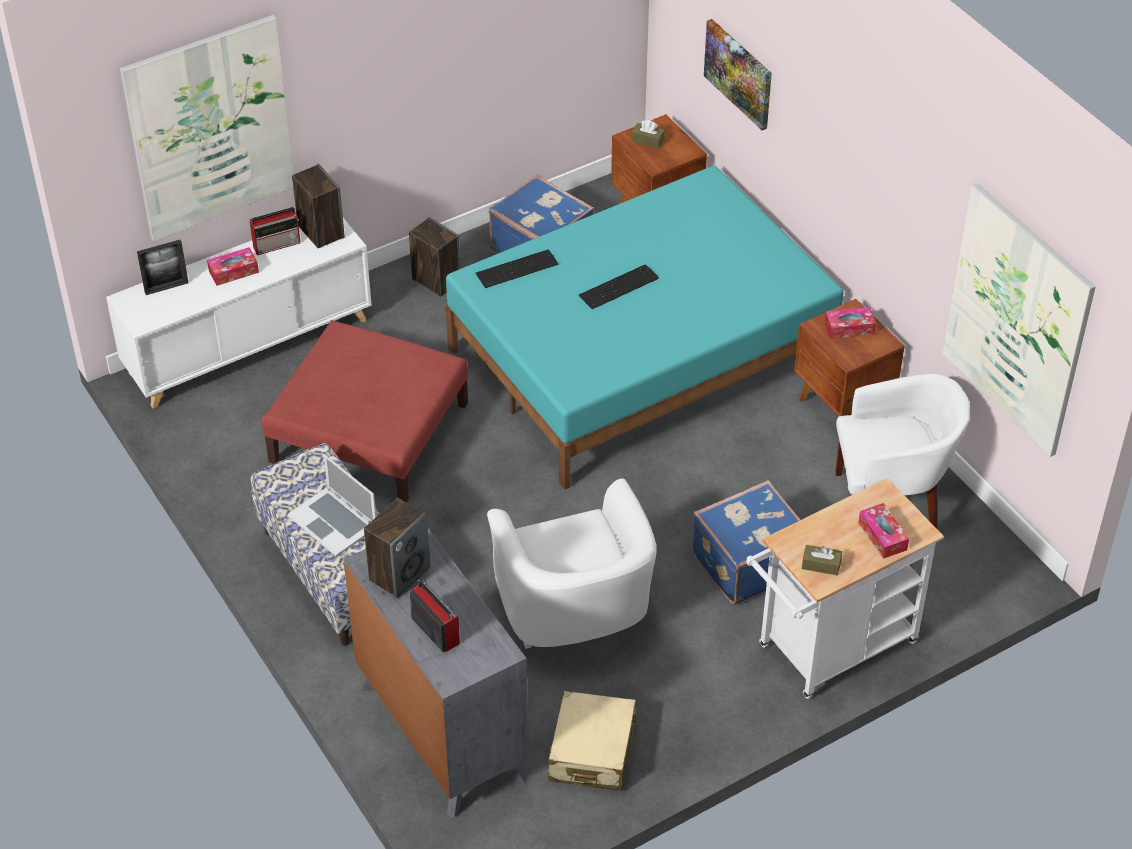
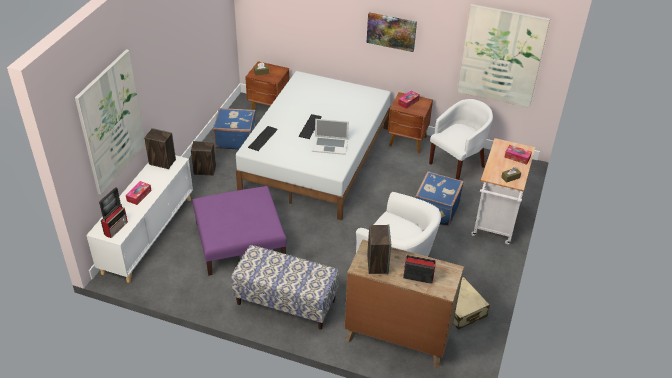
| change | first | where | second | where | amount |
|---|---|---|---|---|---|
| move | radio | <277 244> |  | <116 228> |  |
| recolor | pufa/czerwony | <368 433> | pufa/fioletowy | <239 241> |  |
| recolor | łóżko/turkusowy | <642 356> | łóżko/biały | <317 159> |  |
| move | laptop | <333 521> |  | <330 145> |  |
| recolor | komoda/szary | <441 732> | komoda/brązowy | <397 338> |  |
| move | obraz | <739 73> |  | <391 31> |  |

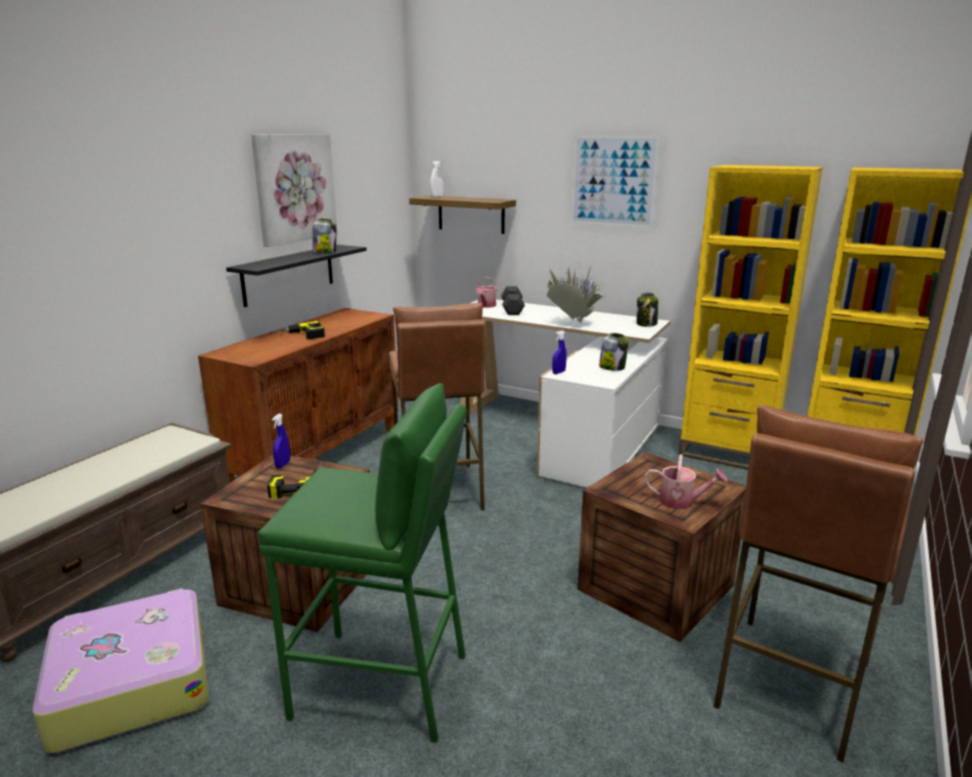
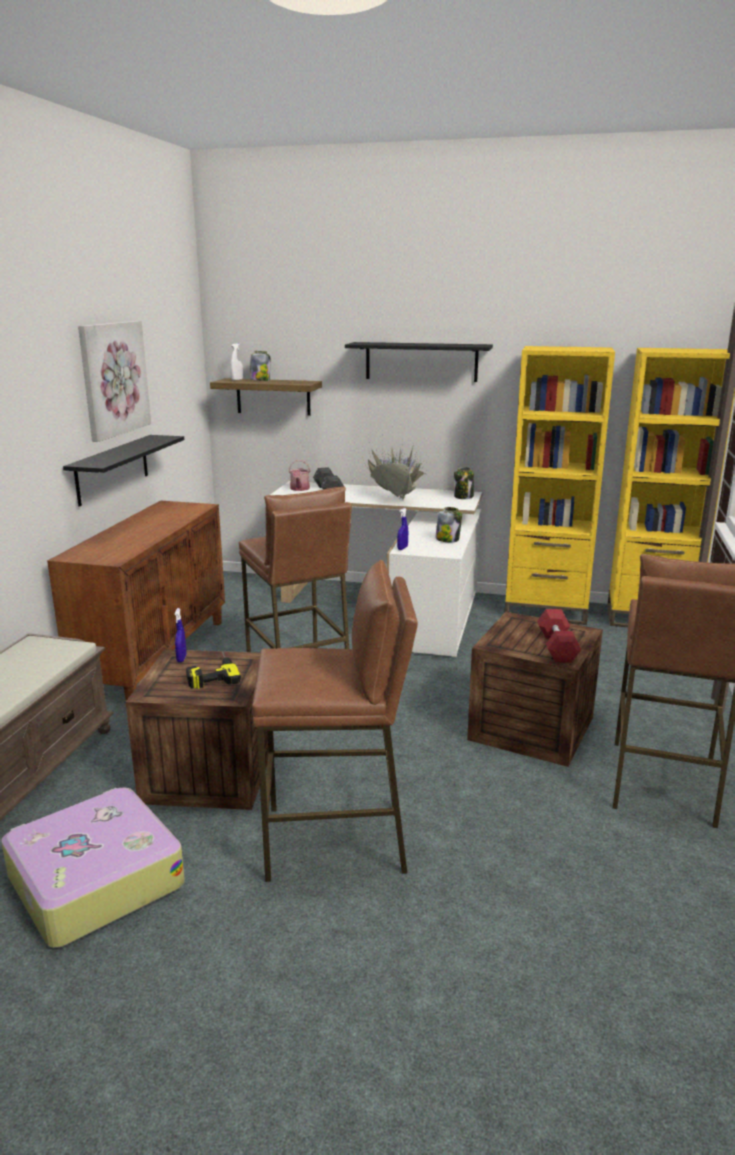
| change | first | where | second | where | amount |
|---|---|---|---|---|---|
| move | słoik | <325 252> |  | <260 380> |  |
| recolor | stołek/zielony | <381 685> | stołek/brązowy | <336 841> |  |
| replace | obraz | <613 181> | półka/czarny | <421 361> |  |
| replace | konewka | <681 501> | hantel/czerwony | <557 647> |  |
| delete | wiertarka | <300 336> |  |  |  |

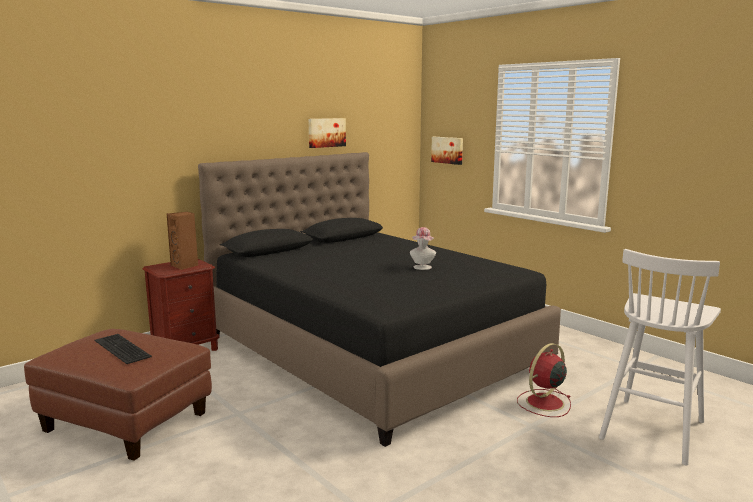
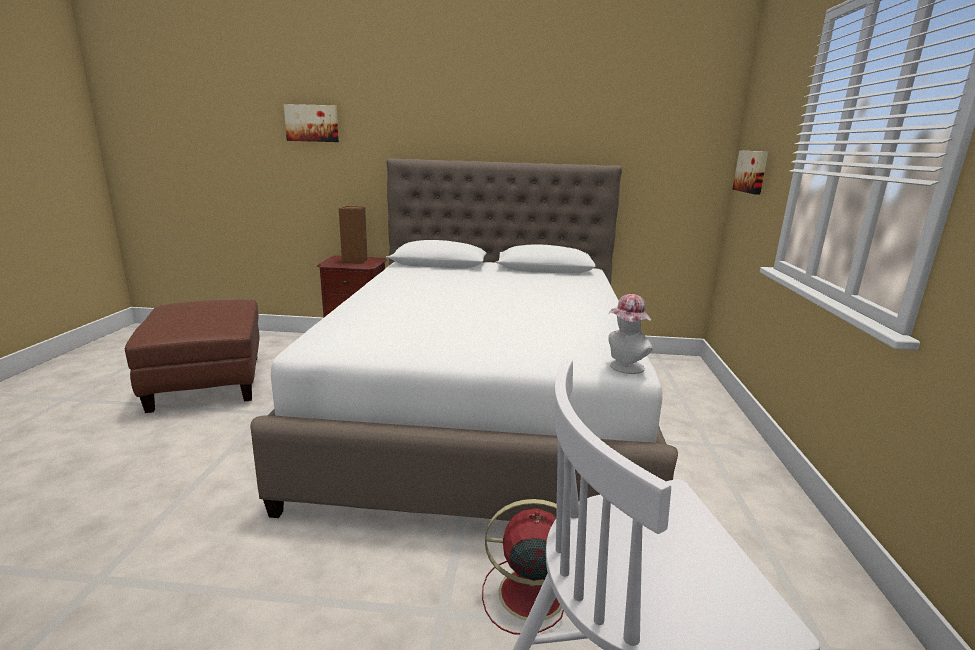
| change | first | where | second | where | amount |
|---|---|---|---|---|---|
| recolor | łóżko/czarny | <371 350> | łóżko/biały | <483 410> |  |
| move | obraz | <326 132> |  | <312 123> |  |
| move | kapelusz | <422 268> |  | <624 368> |  |
| delete | klawiatura | <120 348> |  |  |  |

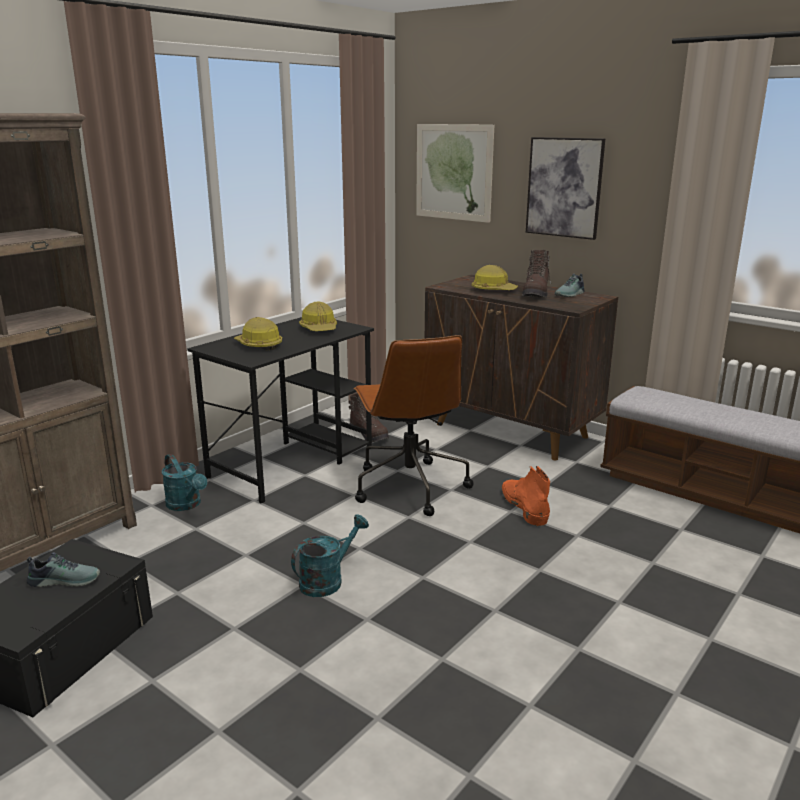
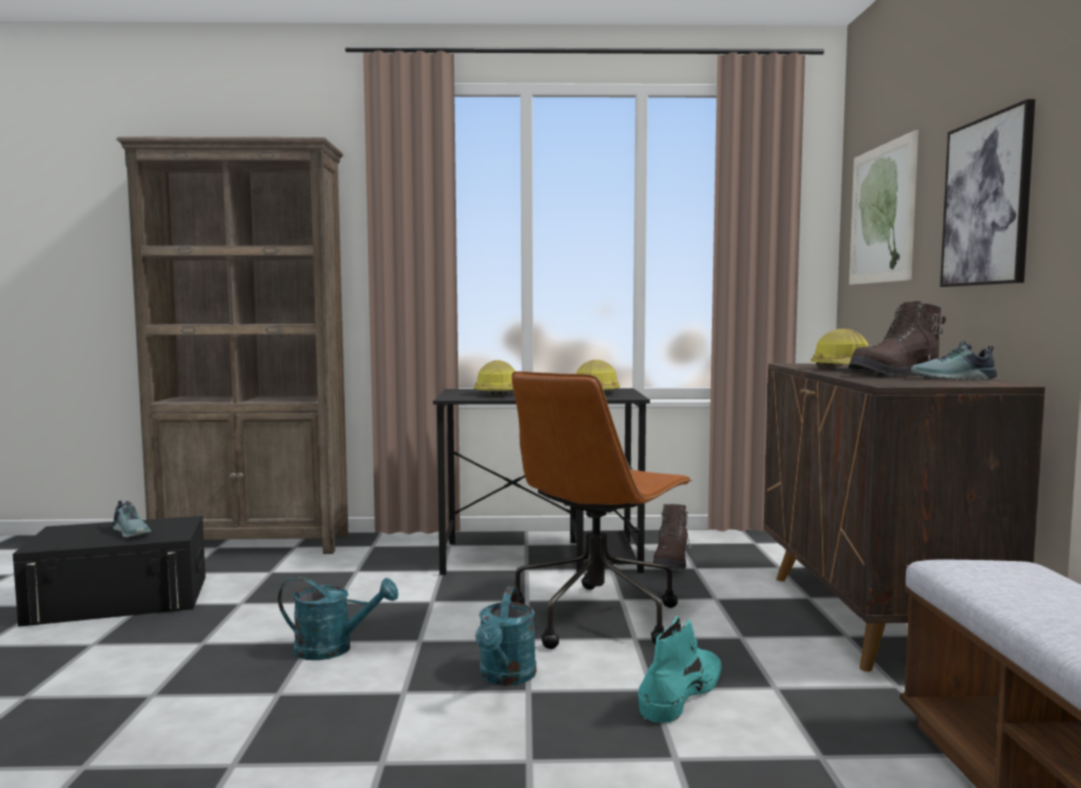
| change | first | where | second | where | amount |
|---|---|---|---|---|---|
| move | konewka/turkusowy | <186 505> |  | <505 677> |  |
| recolor | but z cholewką/pomarańczowy | <523 506> | but z cholewką/turkusowy | <682 693> |  |

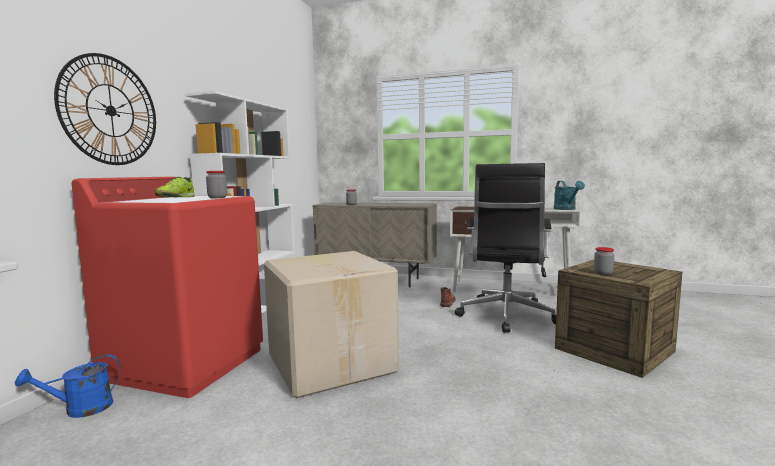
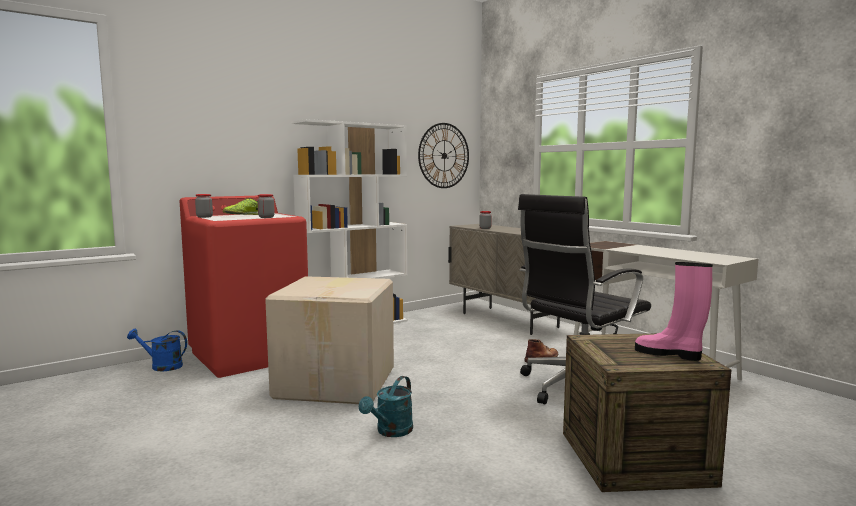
| change | first | where | second | where | amount |
|---|---|---|---|---|---|
| move | słoik | <603 273> |  | <204 217> |  |
| move | konewka/turkusowy | <566 209> |  | <391 432> |  |
| move | zegar ścienny | <110 111> |  | <444 155> |  |
| insert |  |  | but z cholewką/różowy | <669 354> |  |

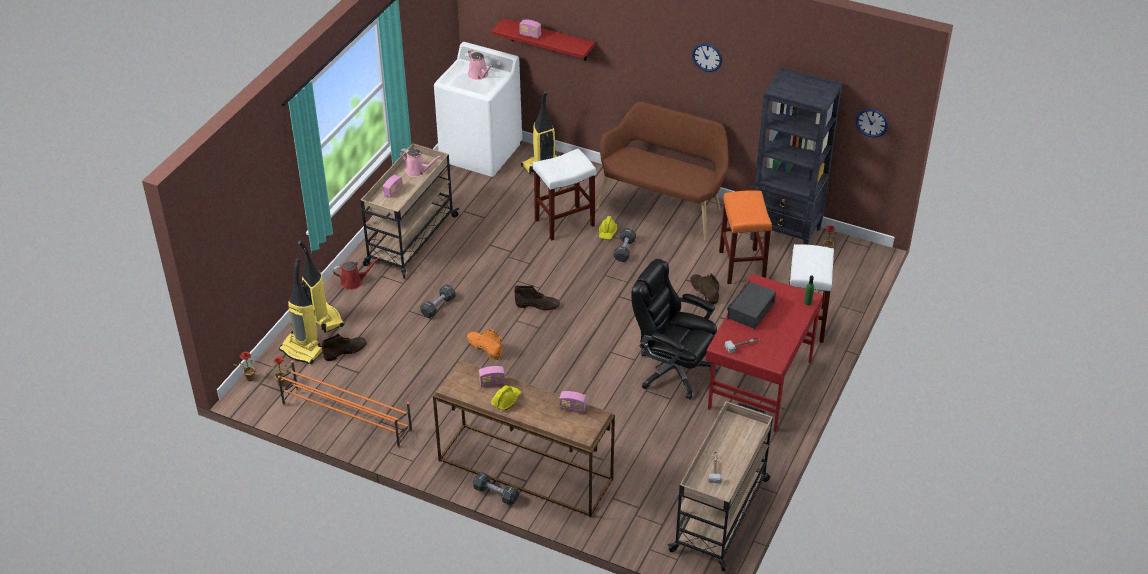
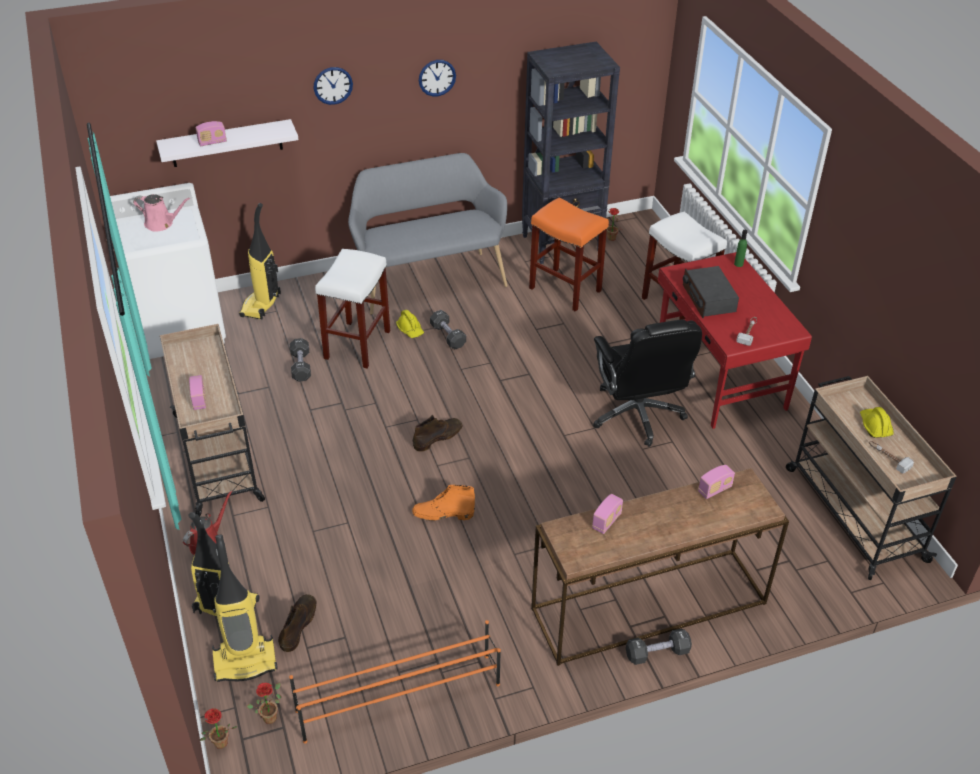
| change | first | where | second | where | amount |
|---|---|---|---|---|---|
| recolor | półka/czerwony | <548 40> | półka/biały | <226 143> |  |
| move | hantel/czarny | <438 306> |  | <301 366> |  |
| move | zegar ścienny | <871 122> |  | <333 85> |  |
| recolor | ławka/brązowy | <662 207> | ławka/szary | <428 279> |  |
| rotate | krzesło biurowe/czarny | <672 370> |  | <637 415> | 90 degrees counterclockwise |
| move | kask/żółty | <506 400> |  | <874 426> |  |
| delete | konewka/różowy | <418 171> |  |  |  |
| delete | but z cholewką/brązowy | <703 291> |  |  |  |

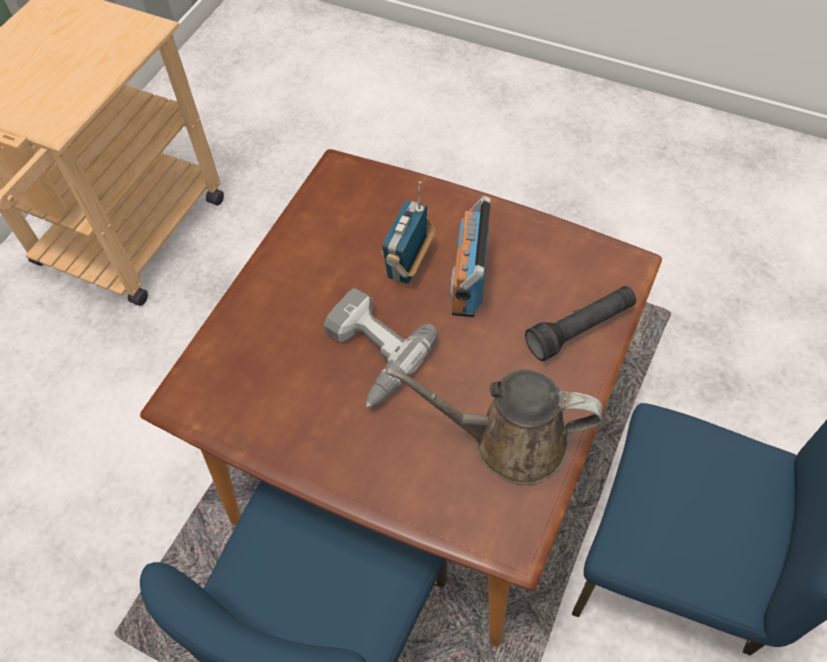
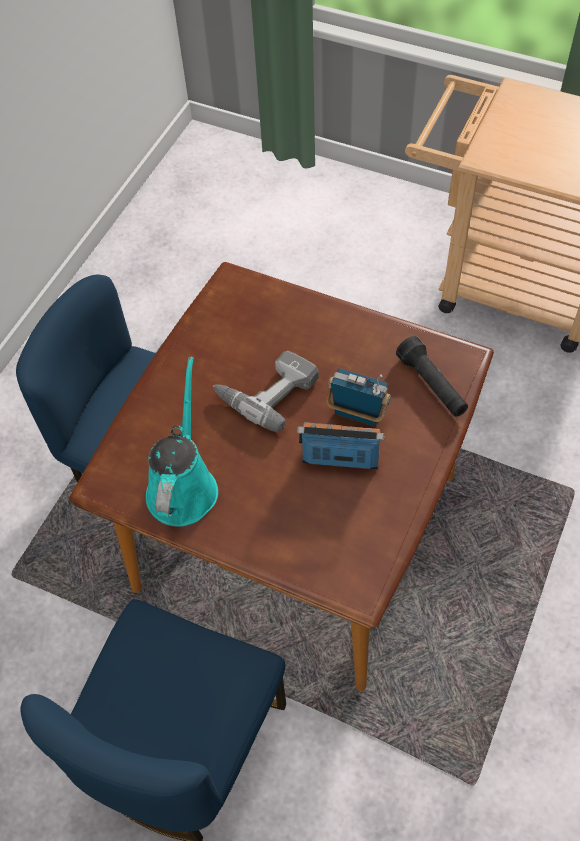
| change | first | where | second | where | amount |
|---|---|---|---|---|---|
| recolor | konewka/brązowy | <509 441> | konewka/turkusowy | <183 486> |  |
| move | latarka/czarny | <580 329> |  | <432 385> |  |

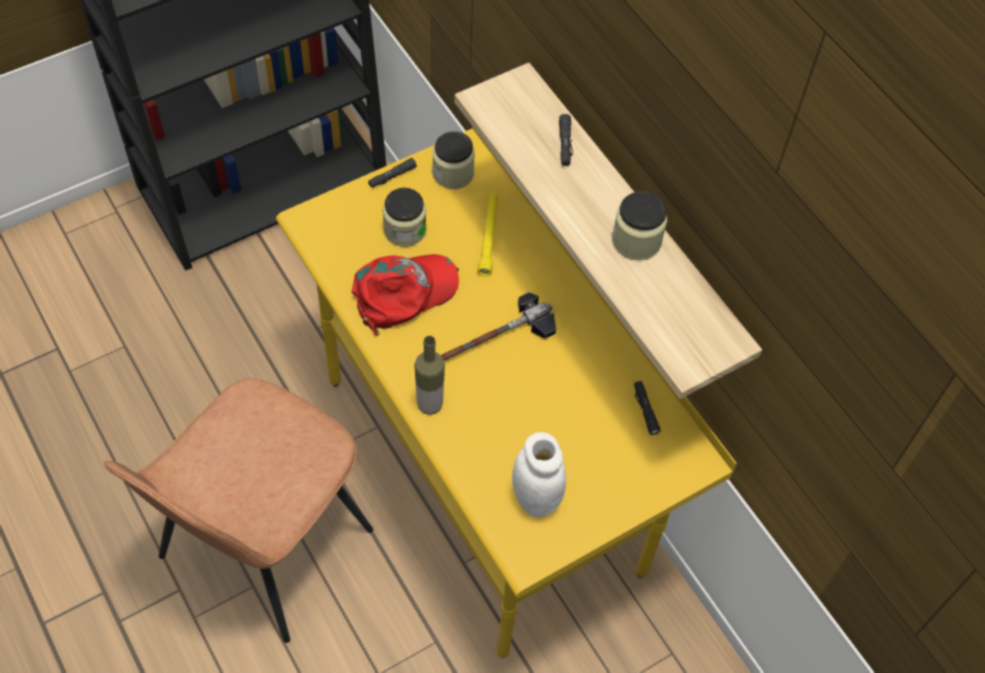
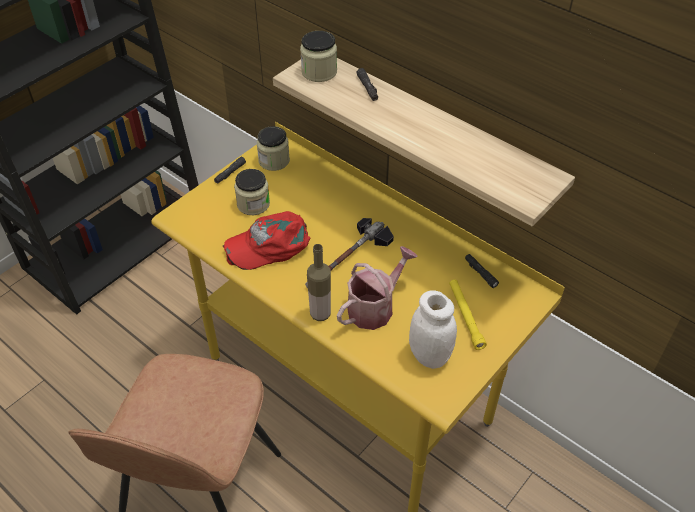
| change | first | where | second | where | amount |
|---|---|---|---|---|---|
| rotate | czapka z daszkiem/czerwony | <404 293> |  | <269 244> | 150 degrees counterclockwise |
| move | słoik | <636 241> |  | <319 72> |  |
| insert |  |  | konewka | <375 307> |  |
| move | latarka/żółty | <488 237> |  | <465 316> |  |

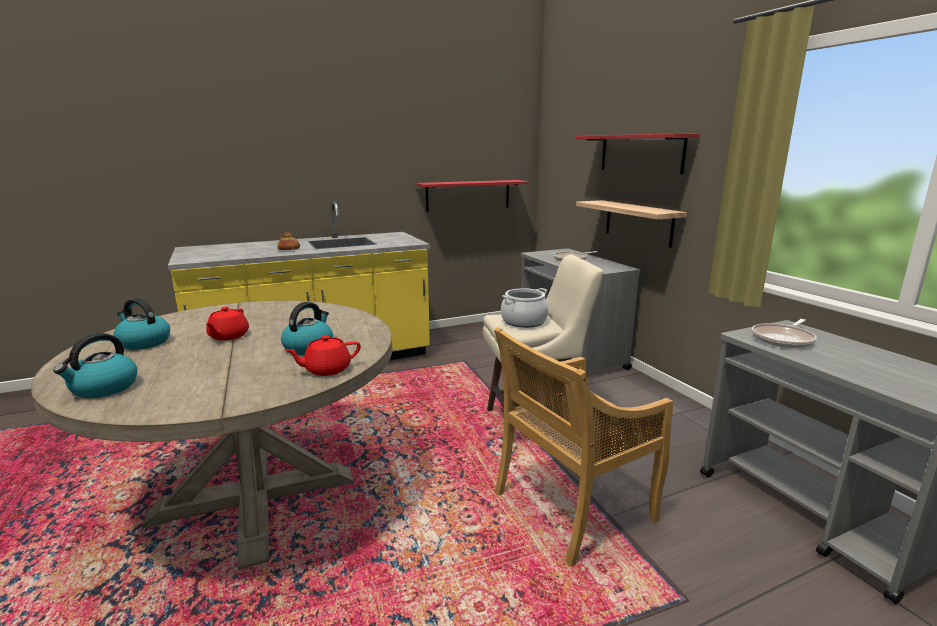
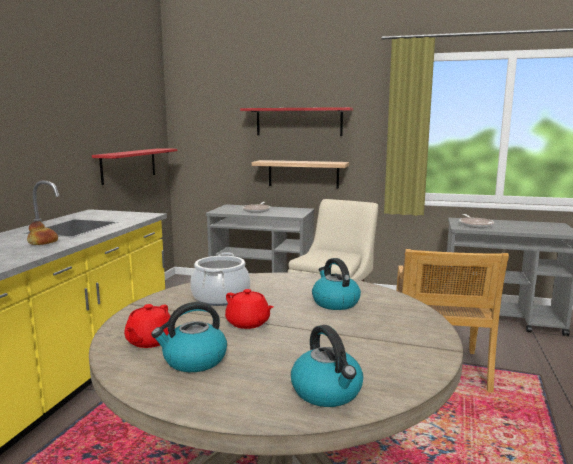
| change | first | where | second | where | amount |
|---|---|---|---|---|---|
| move | imbryk/czerwony | <326 370> |  | <149 341> |  |
| move | garnek | <523 321> |  | <220 297> |  |

